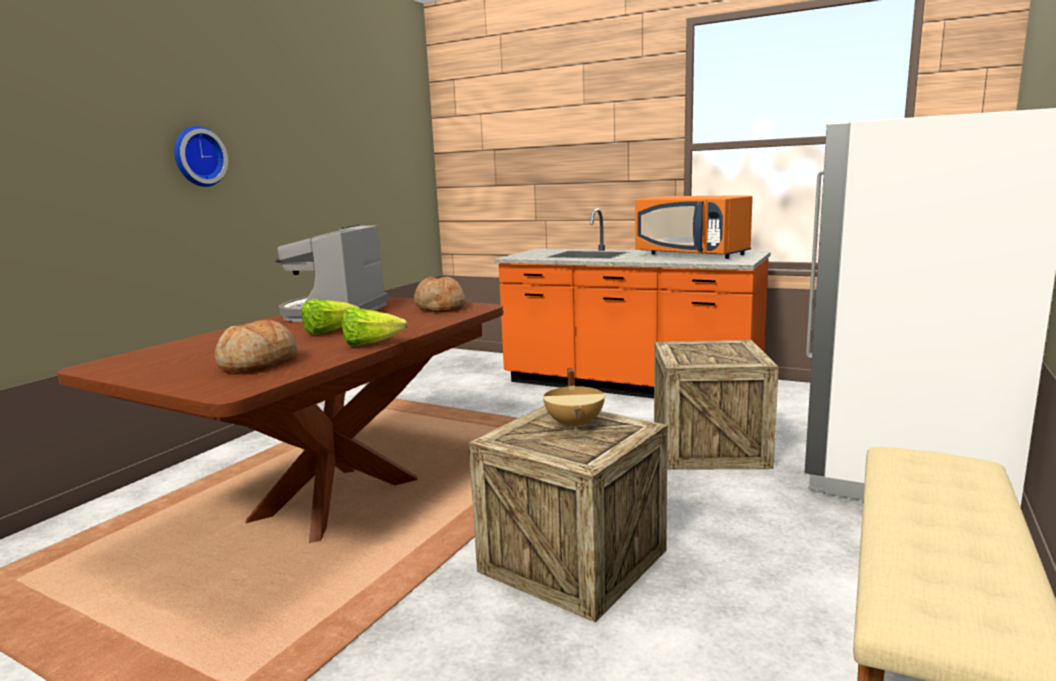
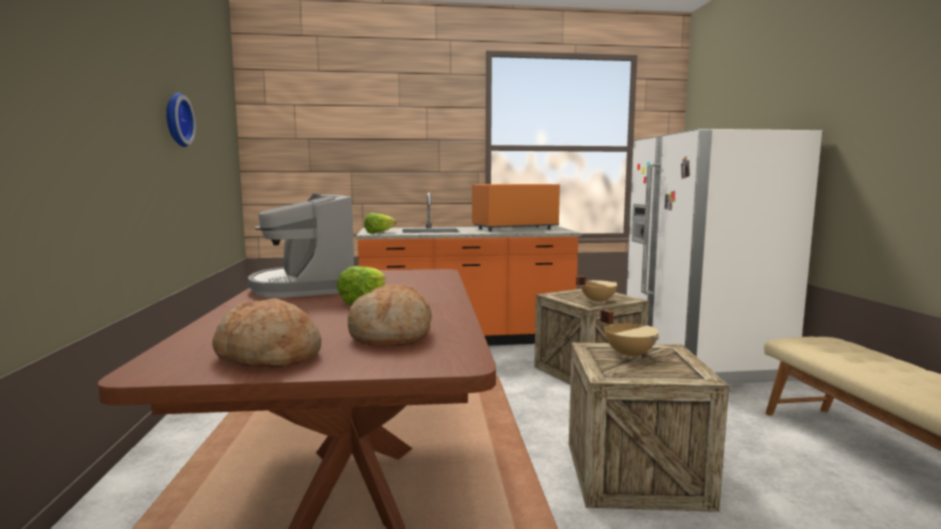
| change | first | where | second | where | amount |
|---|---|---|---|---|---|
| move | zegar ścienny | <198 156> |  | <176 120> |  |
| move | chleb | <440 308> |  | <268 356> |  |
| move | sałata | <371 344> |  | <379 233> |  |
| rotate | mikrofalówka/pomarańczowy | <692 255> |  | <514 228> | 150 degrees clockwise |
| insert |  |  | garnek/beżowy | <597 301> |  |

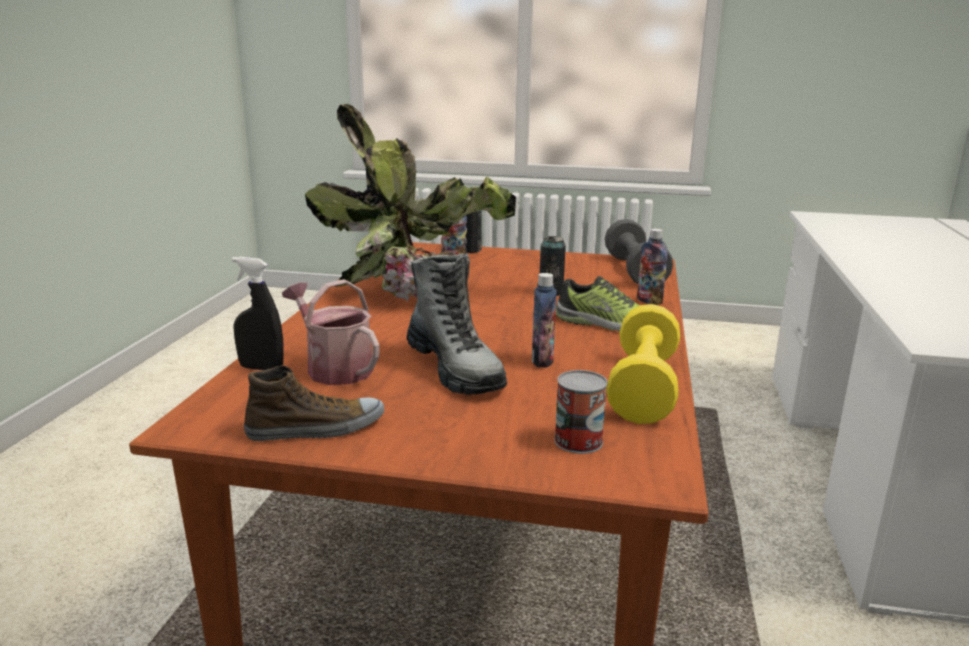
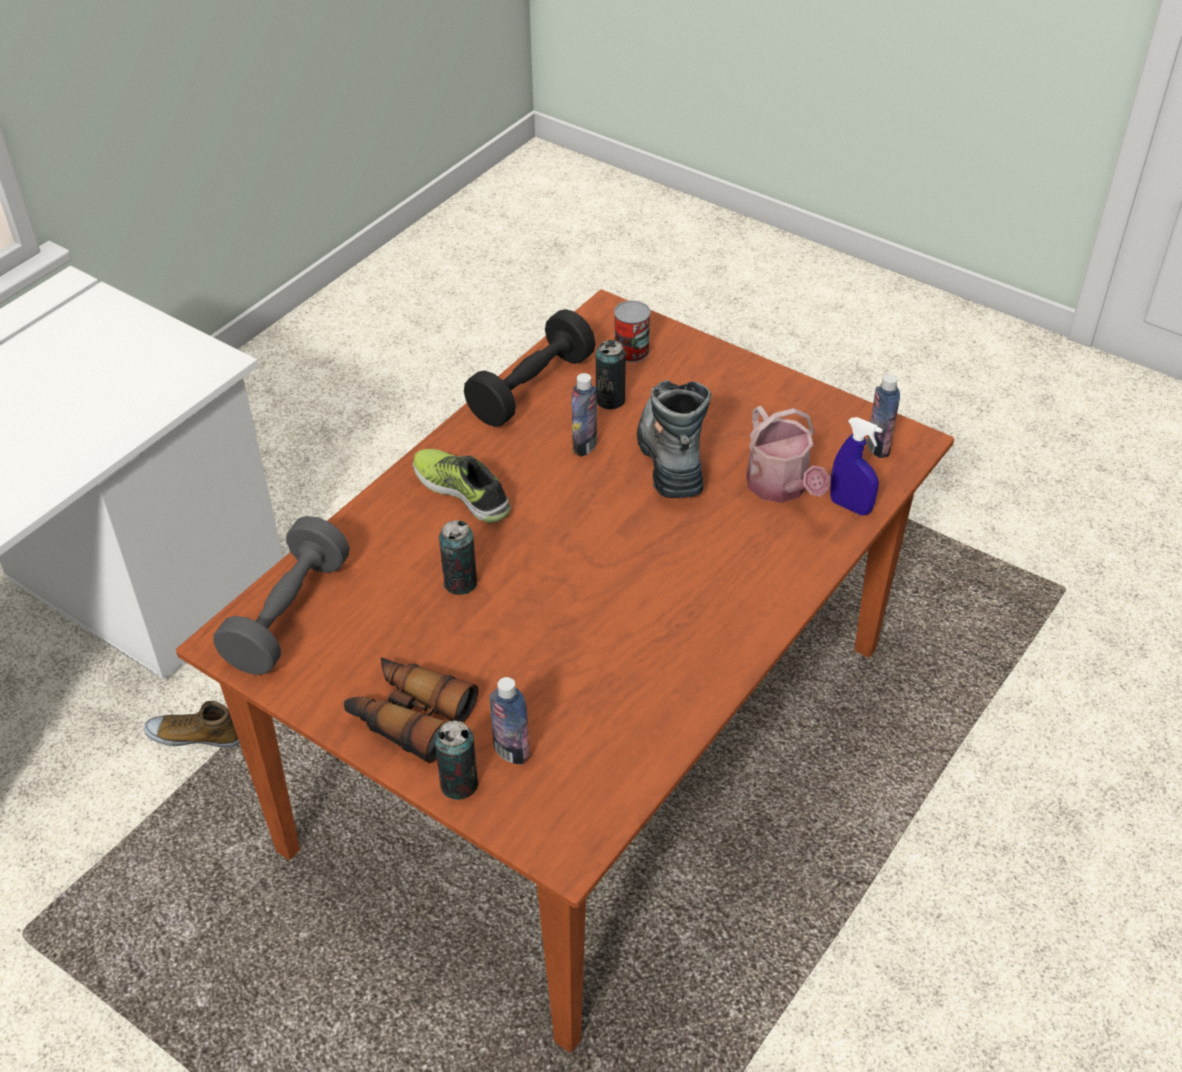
| change | first | where | second | where | amount |
|---|---|---|---|---|---|
| move | but | <316 429> |  | <195 735> |  |
| insert |  |  | lornetka | <409 716> |  |
| recolor | hantel/żółty | <643 388> | hantel/czarny | <531 388> |  |
| insert |  |  | puszka | <610 400> |  |
| recolor | spryskiwacz/czarny | <261 368> | spryskiwacz/niebieski | <850 506> |  |
| move | butelka | <649 301> |  | <878 447> |  |
| delete | roślina doniczkowa | <415 291> |  |  |  |

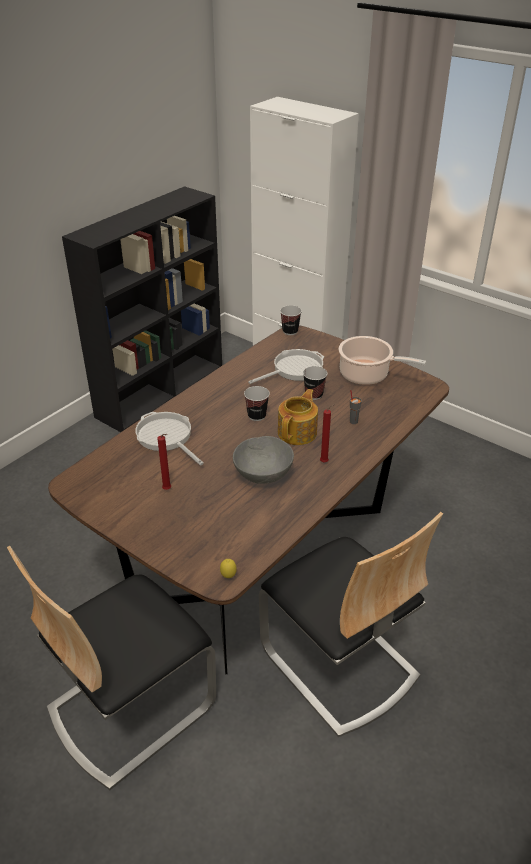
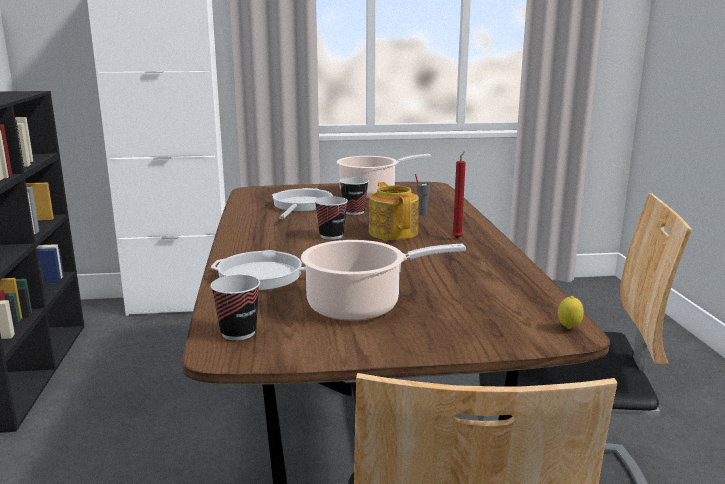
| change | first | where | second | where | amount |
|---|---|---|---|---|---|
| move | filiżanka | <290 331> |  | <238 333> |  |
| replace | świeca/czerwony | <168 490> | garnek | <360 306> |  |
| delete | miska/szary | <263 474> |  |  |  |

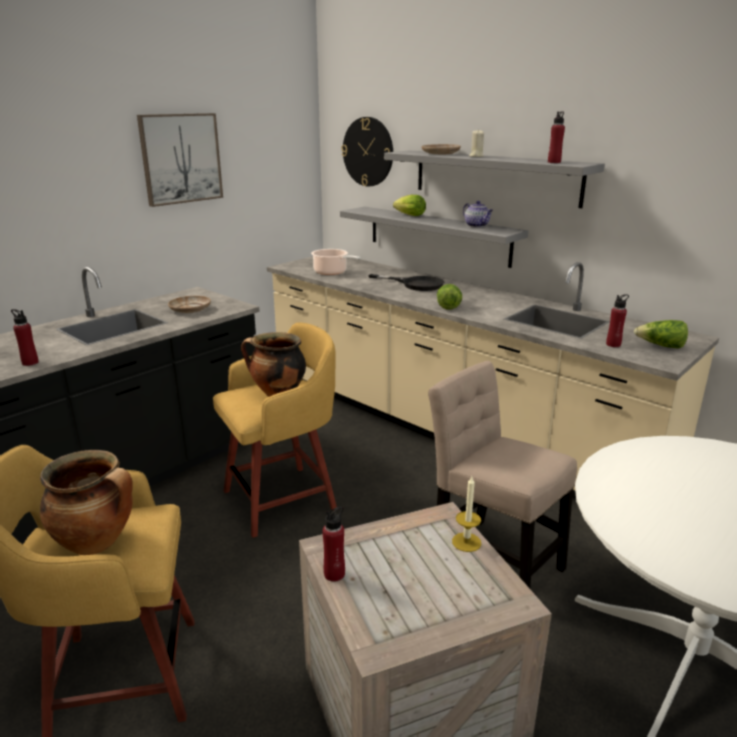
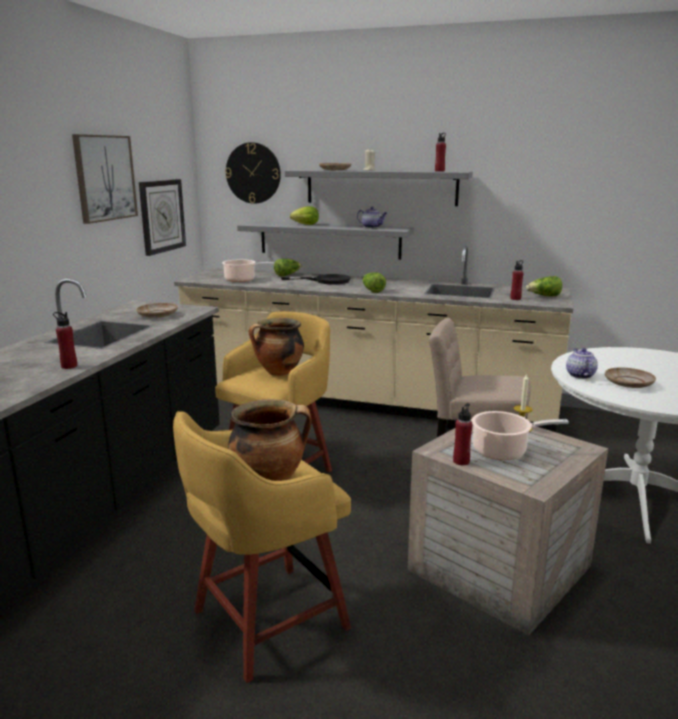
| change | first | where | second | where | amount |
|---|---|---|---|---|---|
| insert |  |  | zegar ścienny | <162 216> |  |
| insert |  |  | sałata | <287 275> |  |
| insert |  |  | garnek | <503 451> |  |
| insert |  |  | imbryk | <579 375> |  |
| insert |  |  | talerz/beżowy | <628 383> |  |

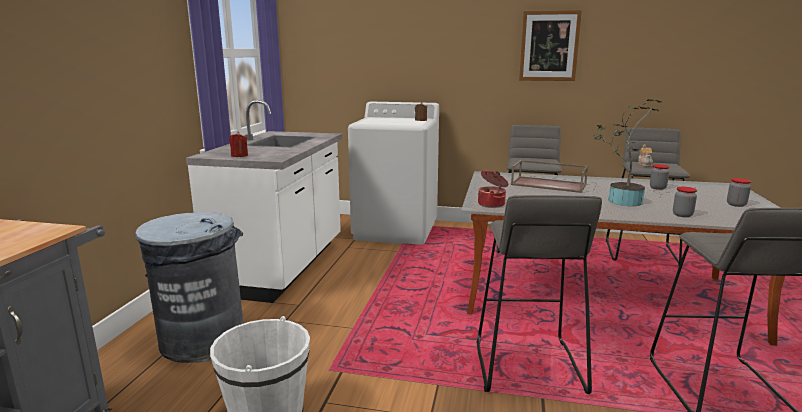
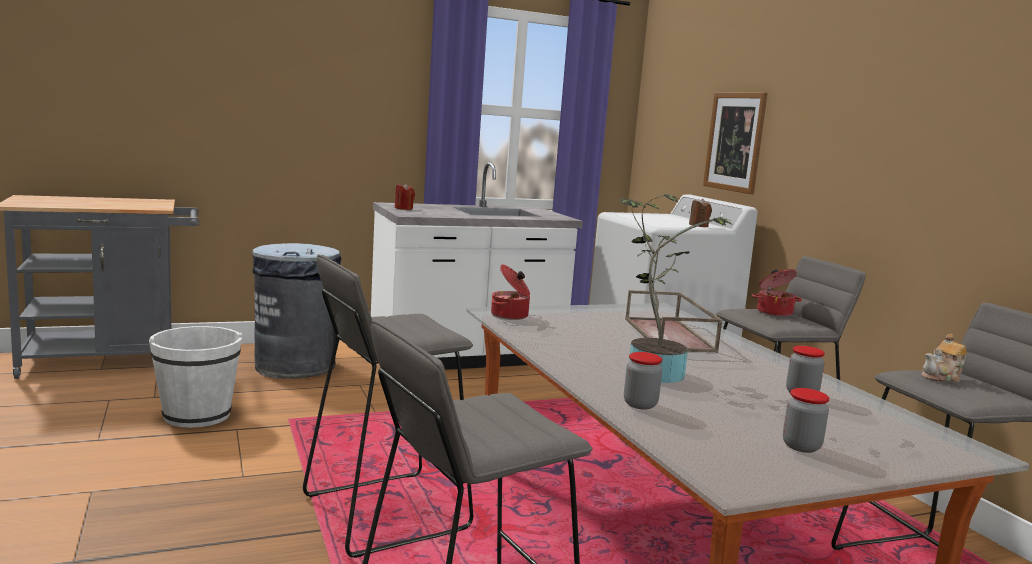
| change | first | where | second | where | amount |
|---|---|---|---|---|---|
| move | obraz | <549 46> |  | <734 142> |  |
| insert |  |  | garnek | <774 312> |  |

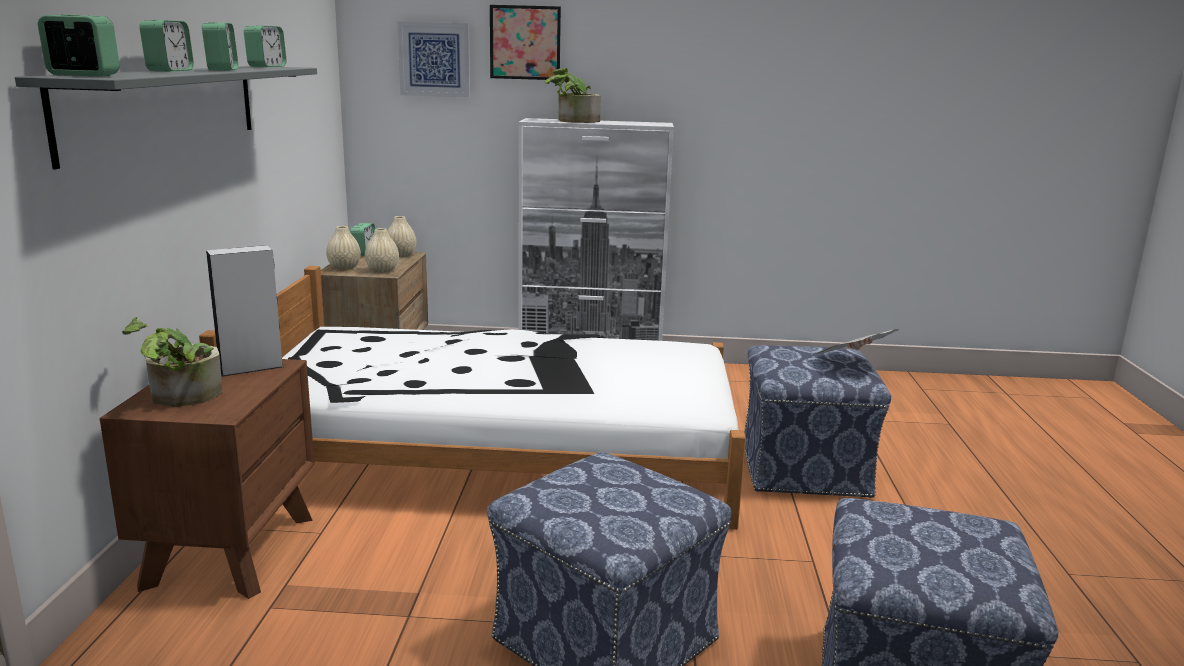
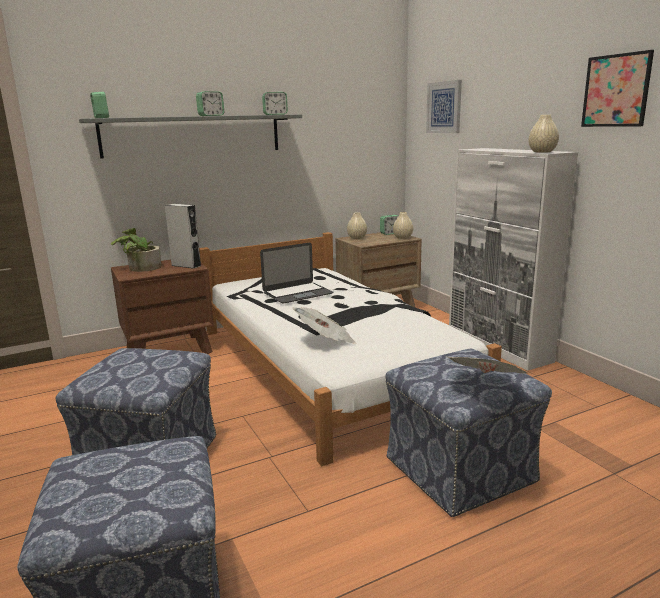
| change | first | where | second | where | amount |
|---|---|---|---|---|---|
| insert |  |  | laptop | <297 293> |  |
| insert |  |  | gazeta | <326 340> |  |
| move | wazon/beżowy | <382 270> |  | <542 152> |  |
| move | obraz | <525 42> |  | <616 90> |  |
| delete | budzik | <170 71> |  |  |  |
| delete | roślina doniczkowa | <572 121> |  |  |  |

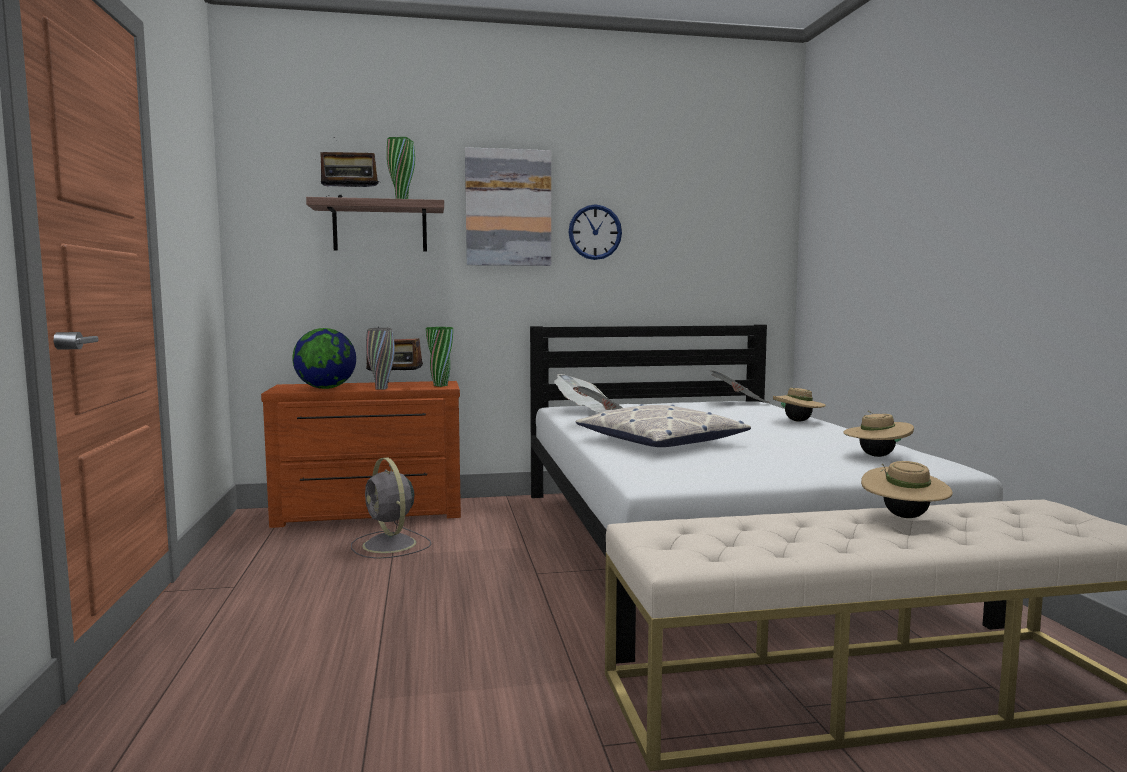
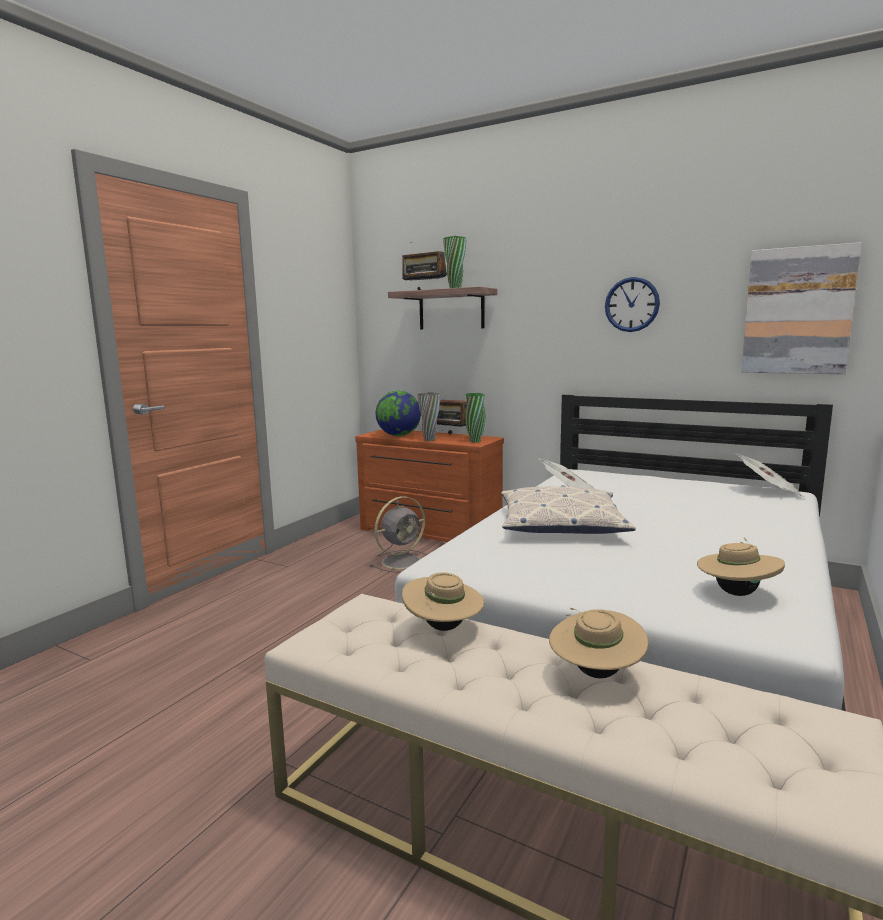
| change | first | where | second | where | amount |
|---|---|---|---|---|---|
| rotate | wentylator/szary | <390 545> |  | <403 561> | 135 degrees counterclockwise |
| move | kapelusz/beżowy | <798 421> |  | <443 628> |  |
| move | obraz | <508 208> |  | <797 311> |  |
| delete | gazeta | <584 411> |  |  |  |

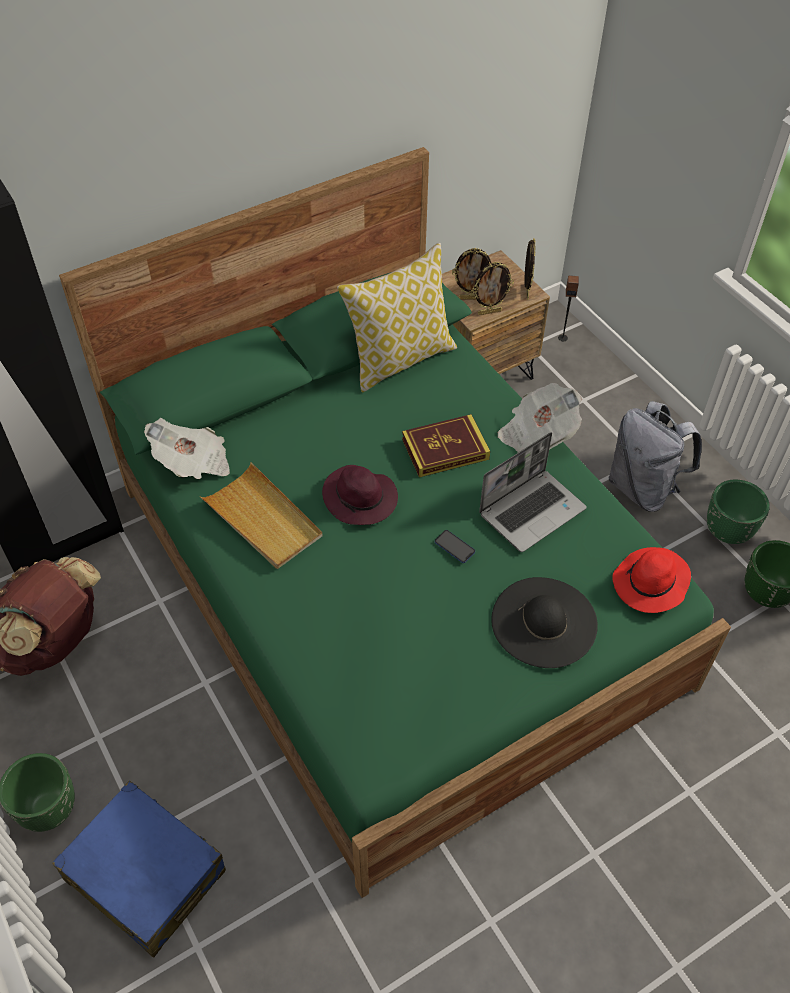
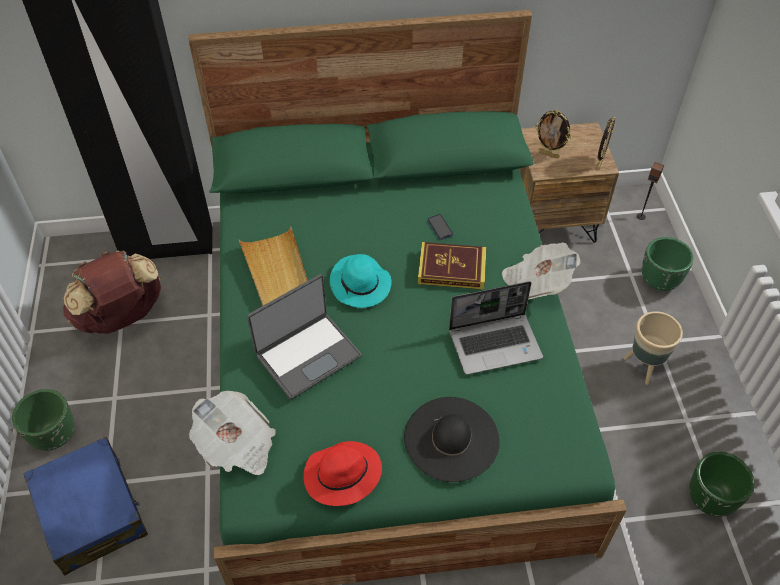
| change | first | where | second | where | amount |
|---|---|---|---|---|---|
| move | gazeta | <193 461> |  | <237 445> |  |
| insert |  |  | laptop | <307 355> |  |
| move | kapelusz/czerwony | <650 584> |  | <341 476> |  |
| recolor | kapelusz/fioletowy | <361 499> | kapelusz/turkusowy | <360 284> |  |
| move | telefon | <454 547> |  | <440 227> |  |
| replace | plecak/szary | <643 488> | donica/beżowy | <644 367> |  |
| move | donica/zielony | <728 531> |  | <659 281> |  |
| delete | poduszka | <400 358> |  |  |  |
| delete | ramka na zdjęcie | <489 312> |  |  |  |

